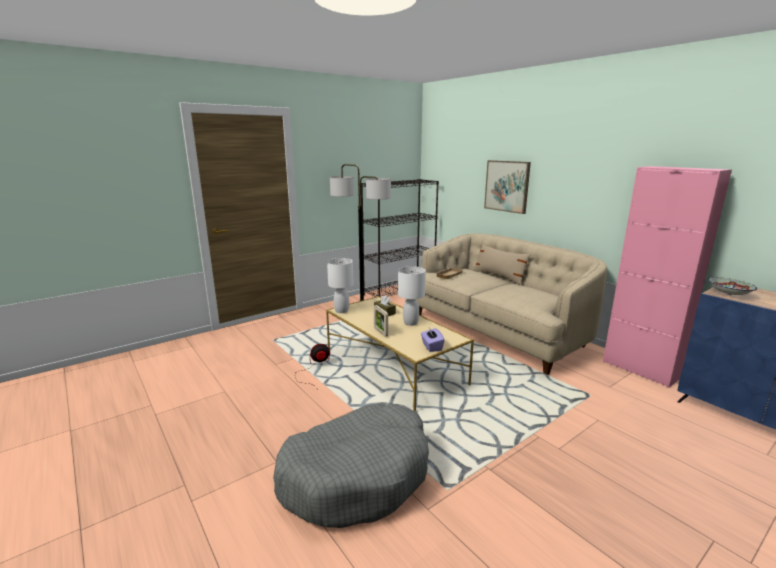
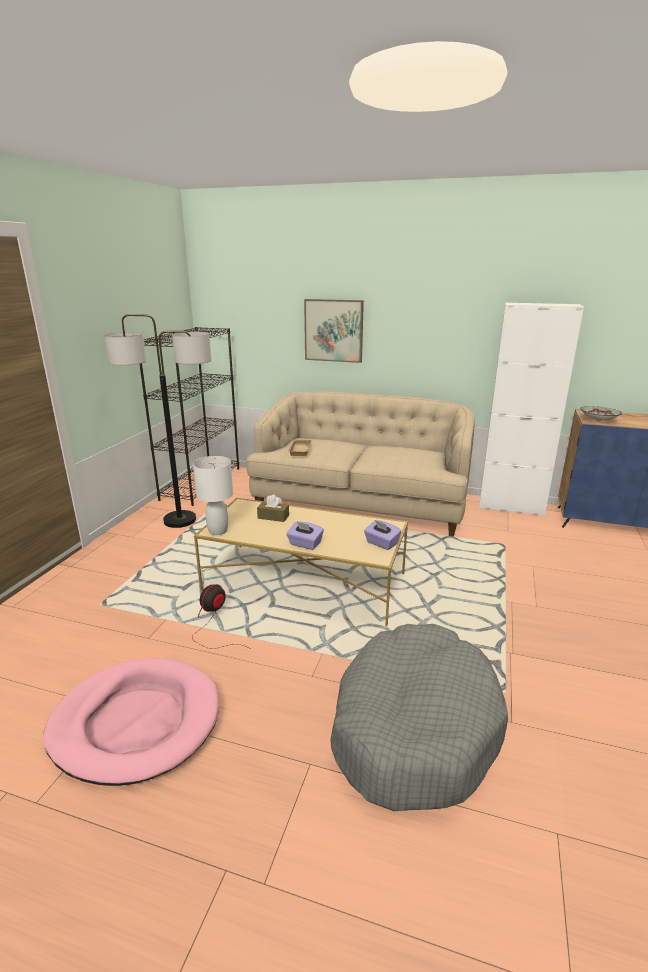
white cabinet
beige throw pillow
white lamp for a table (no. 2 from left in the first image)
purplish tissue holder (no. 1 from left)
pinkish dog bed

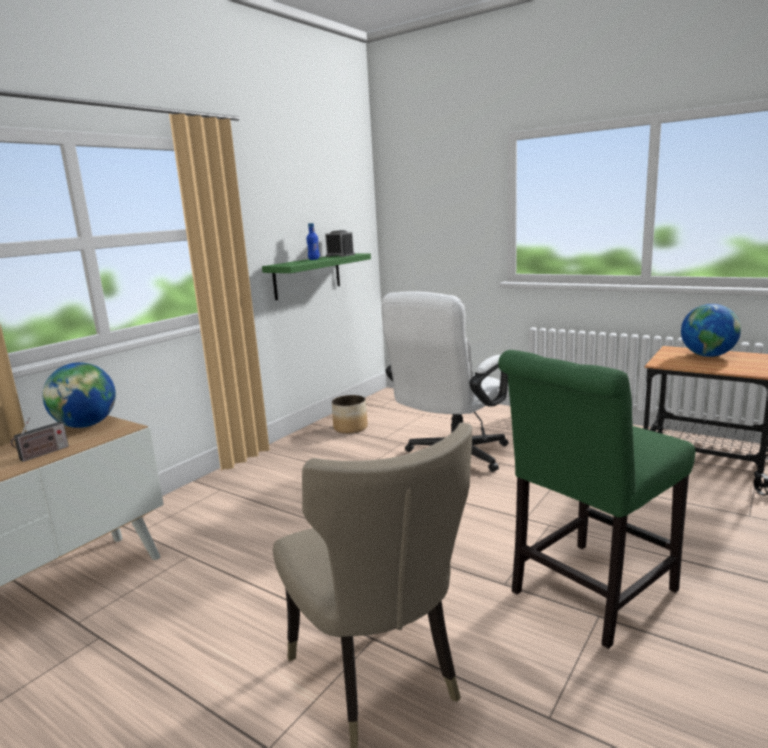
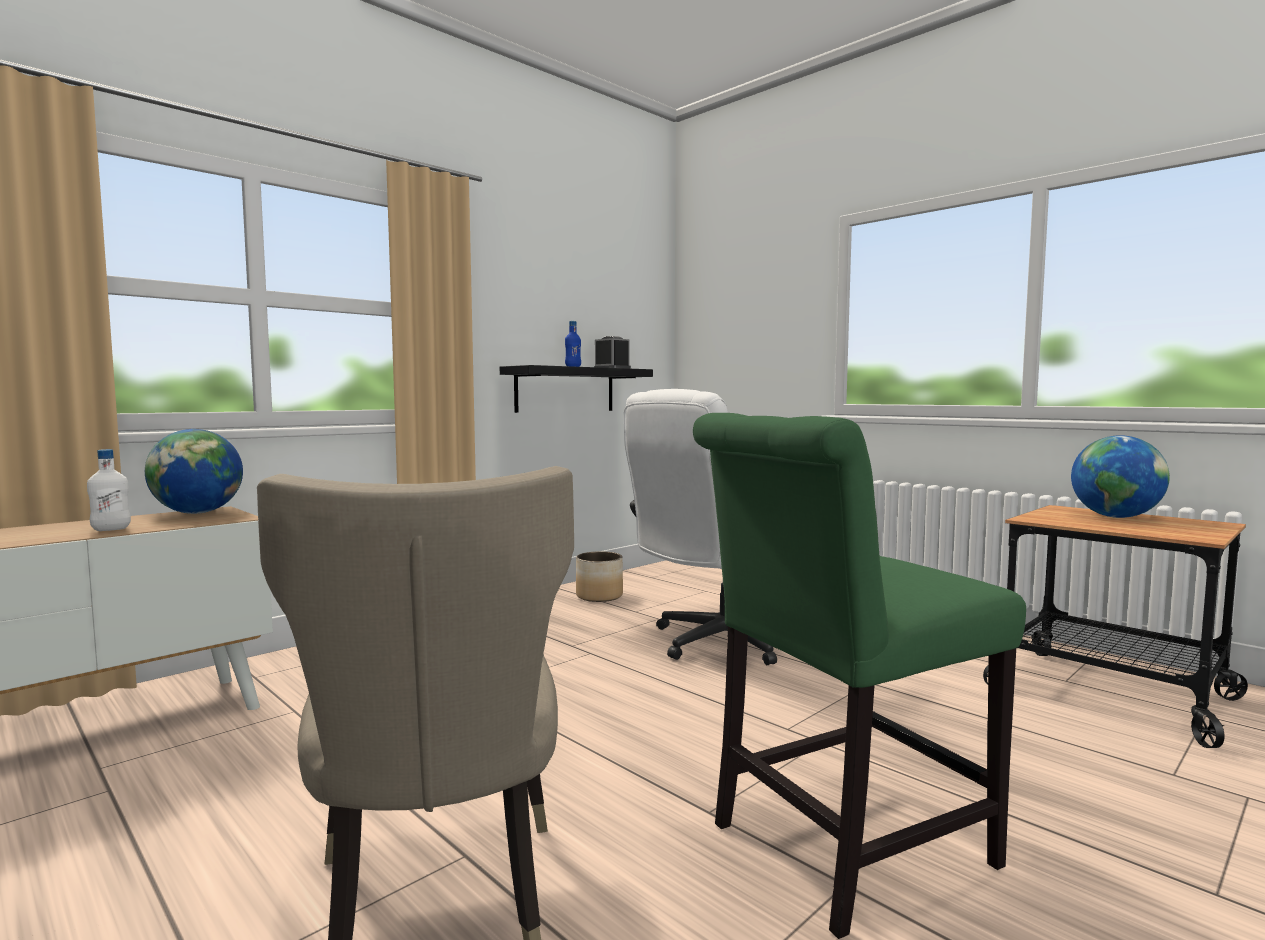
black shelf
white beverage bottle

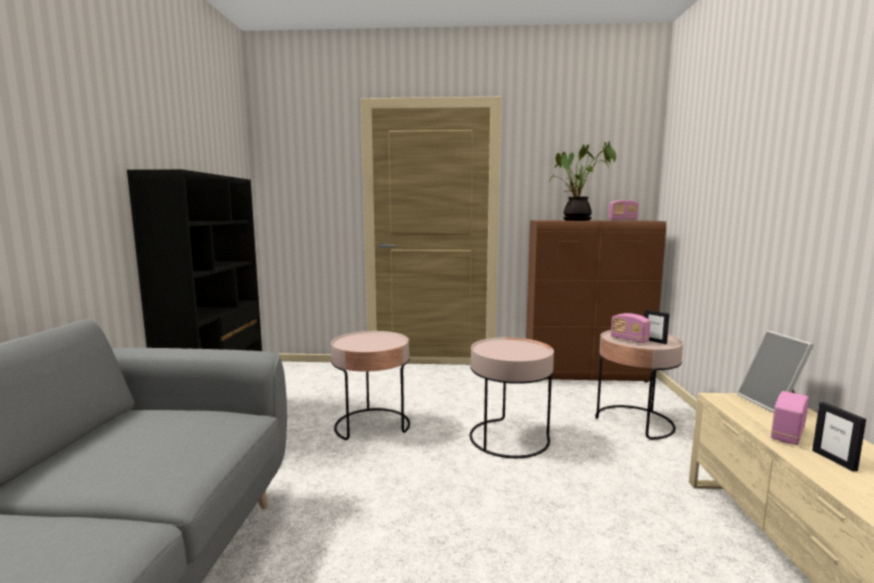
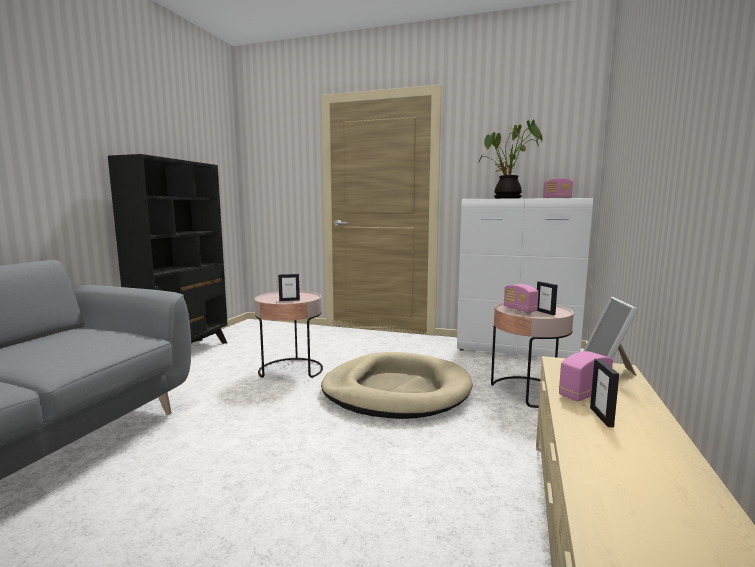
white cabinet
beige dog bed
picture frame (no. 1 from left)

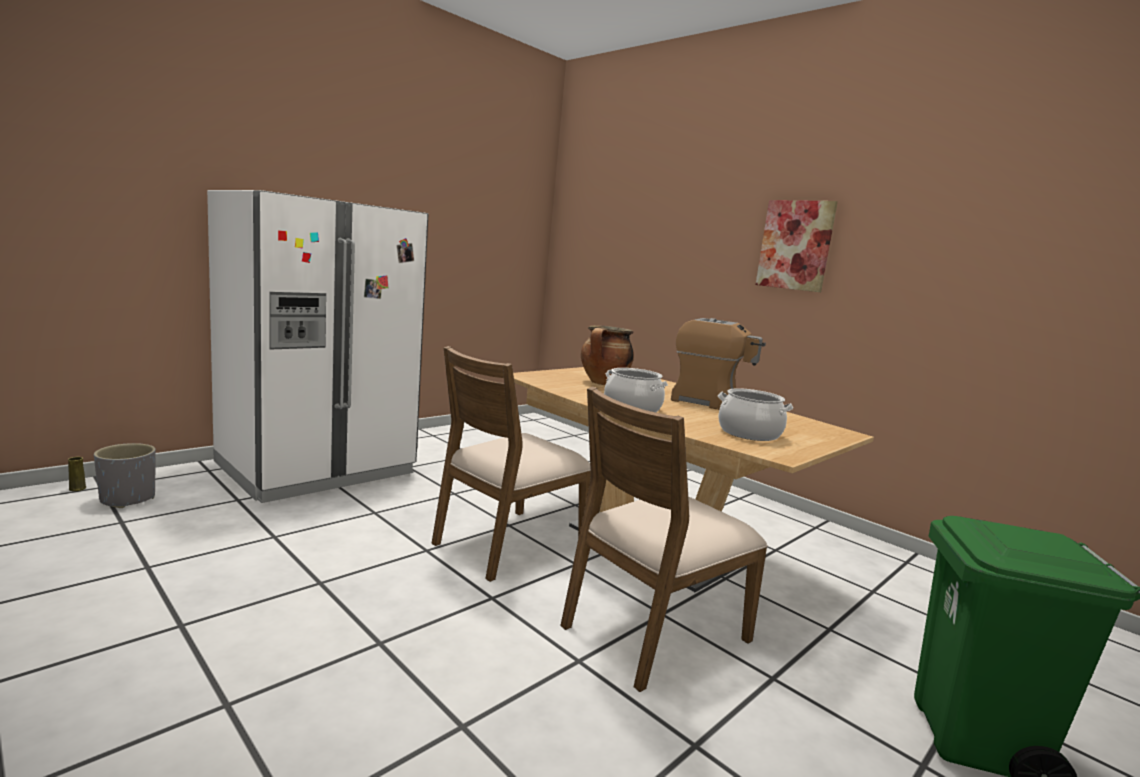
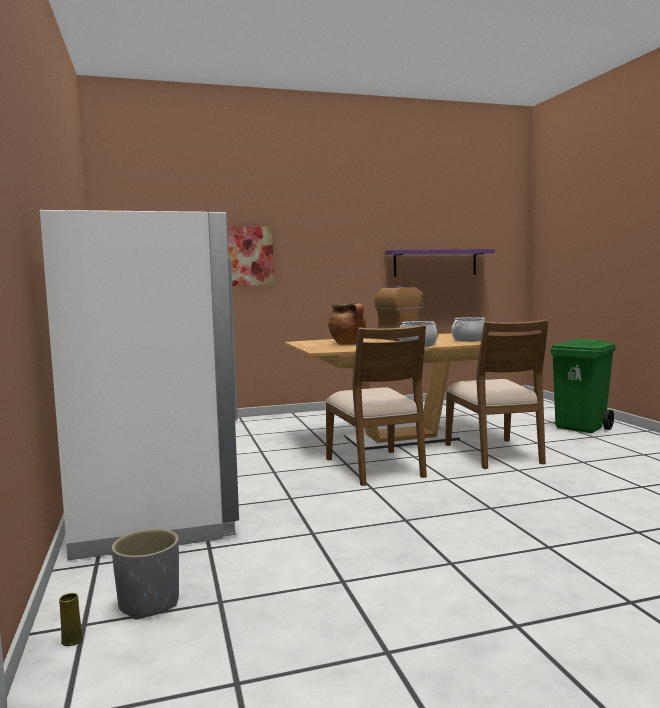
picture
purplish shelf

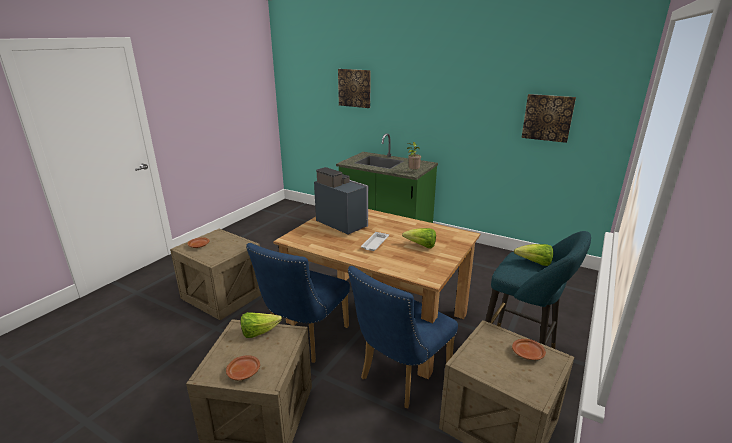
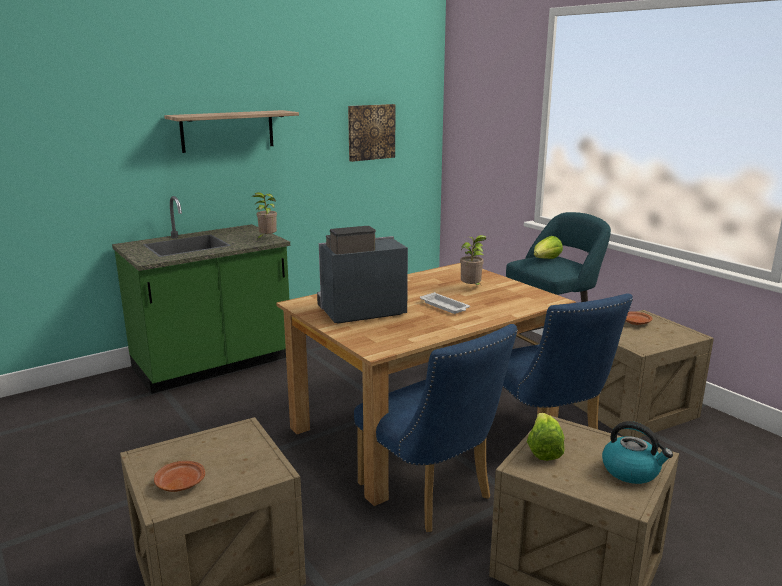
picture (no. 1 from left in the first image)
potted plant (no. 2 from left)
tea kettle
shelf

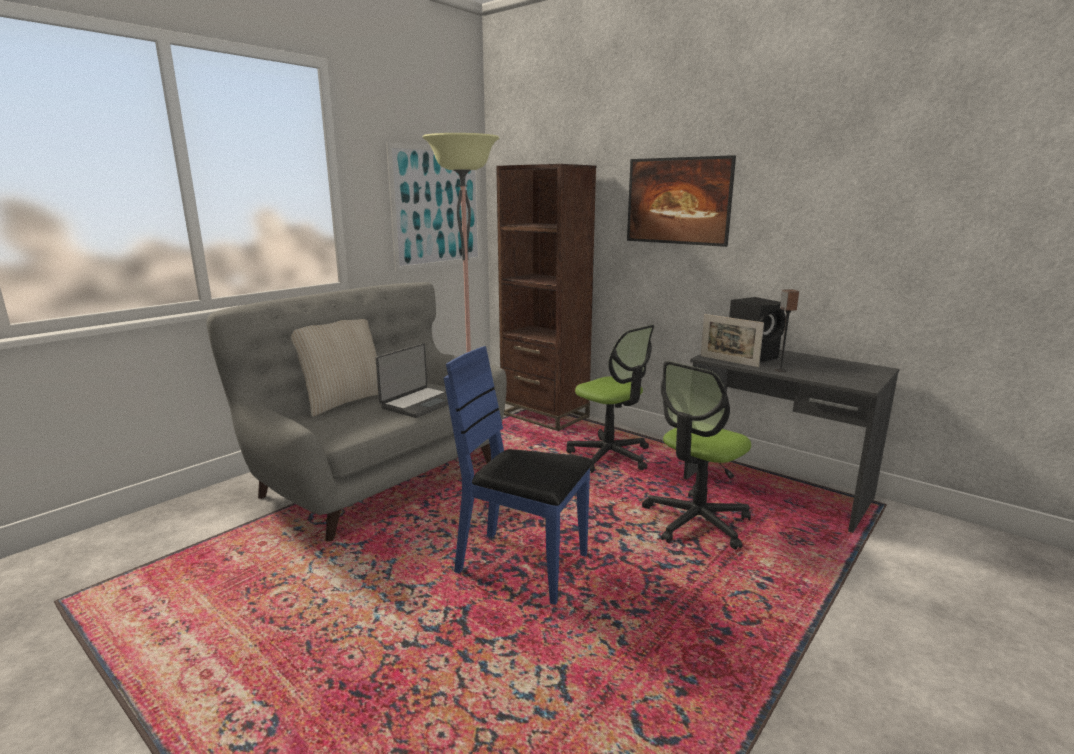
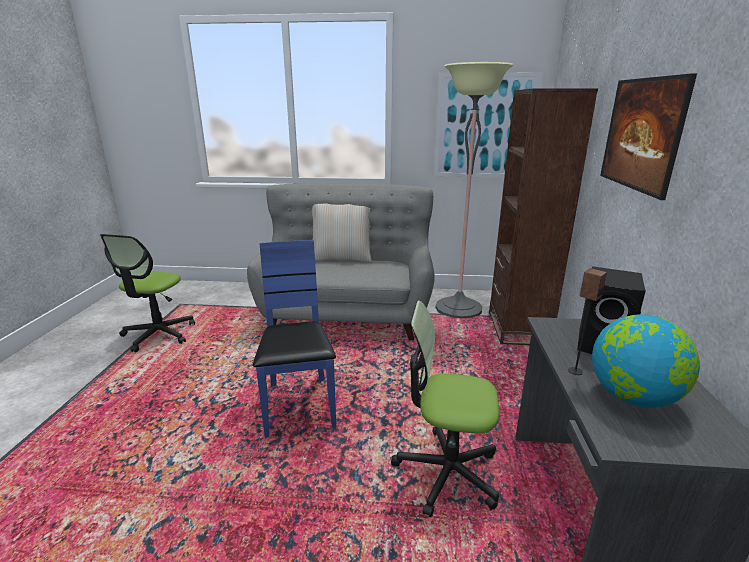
picture frame
desk chair (no. 1 from left)
portable computer
desk globe

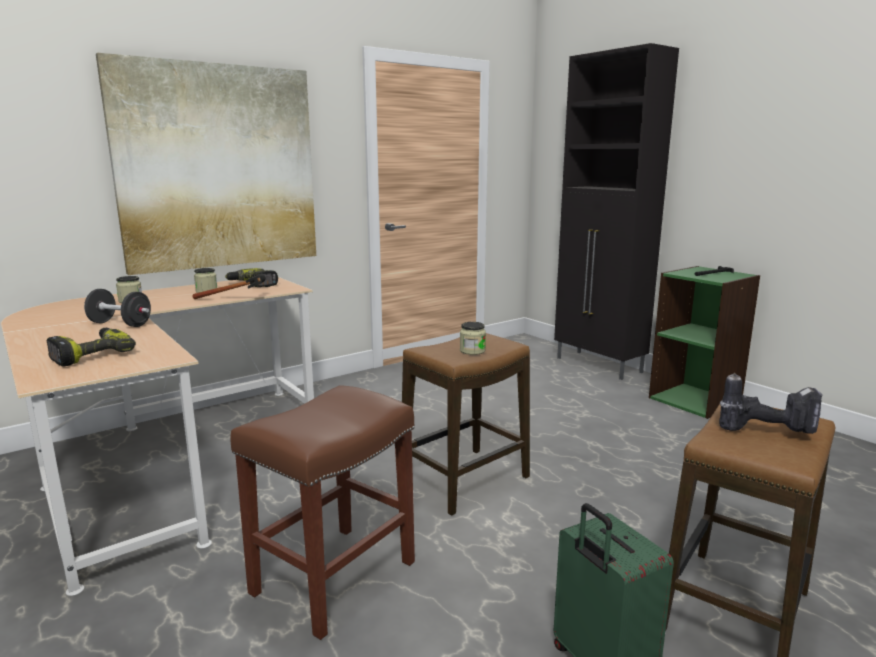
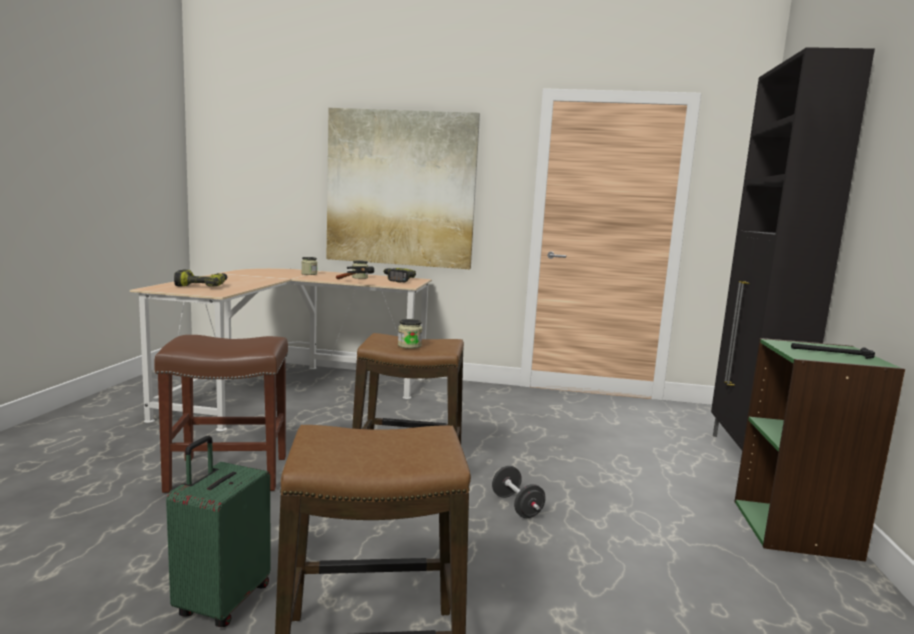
black dumbbell
drill (no. 3 from left in the first image)

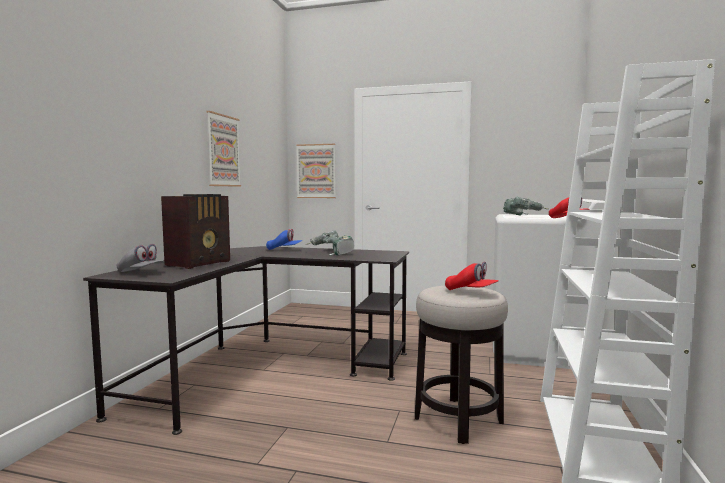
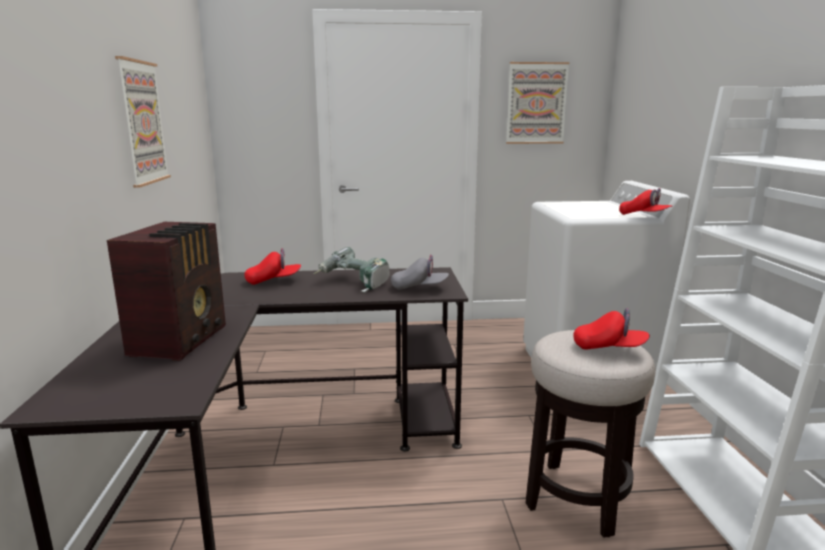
picture (no. 2 from left)
drill (no. 2 from left in the first image)
red cap (no. 1 from left)
gray cap

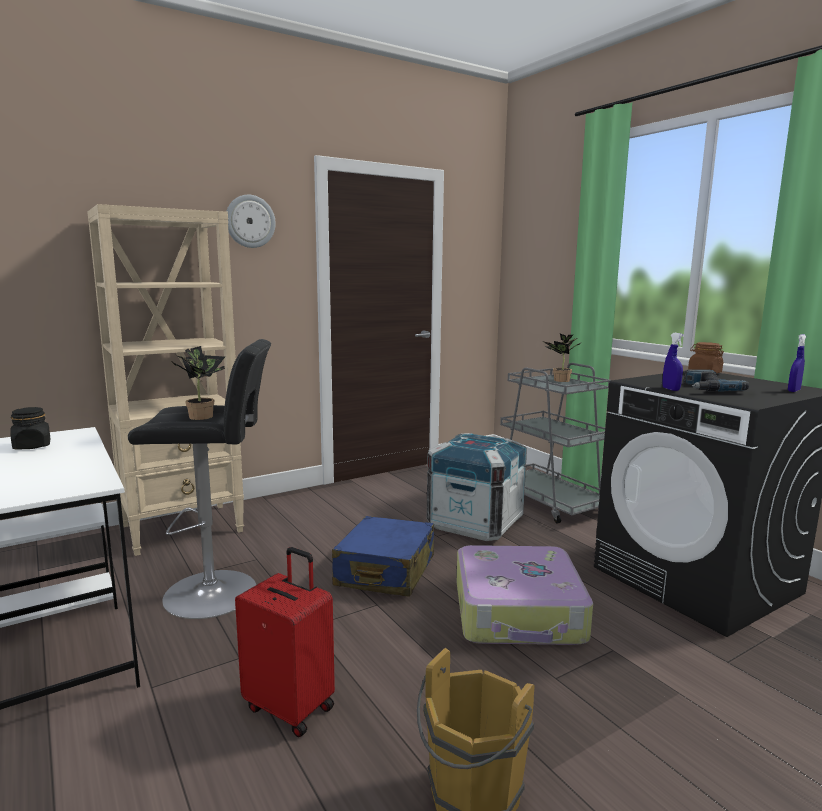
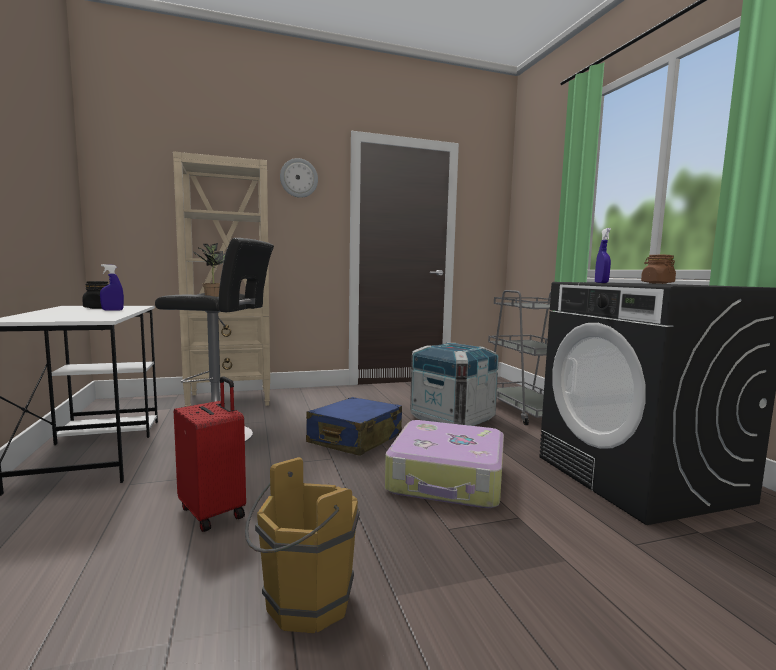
potted plant (no. 2 from left in the first image)
blue-coloured spray bottle (no. 1 from left)
drill

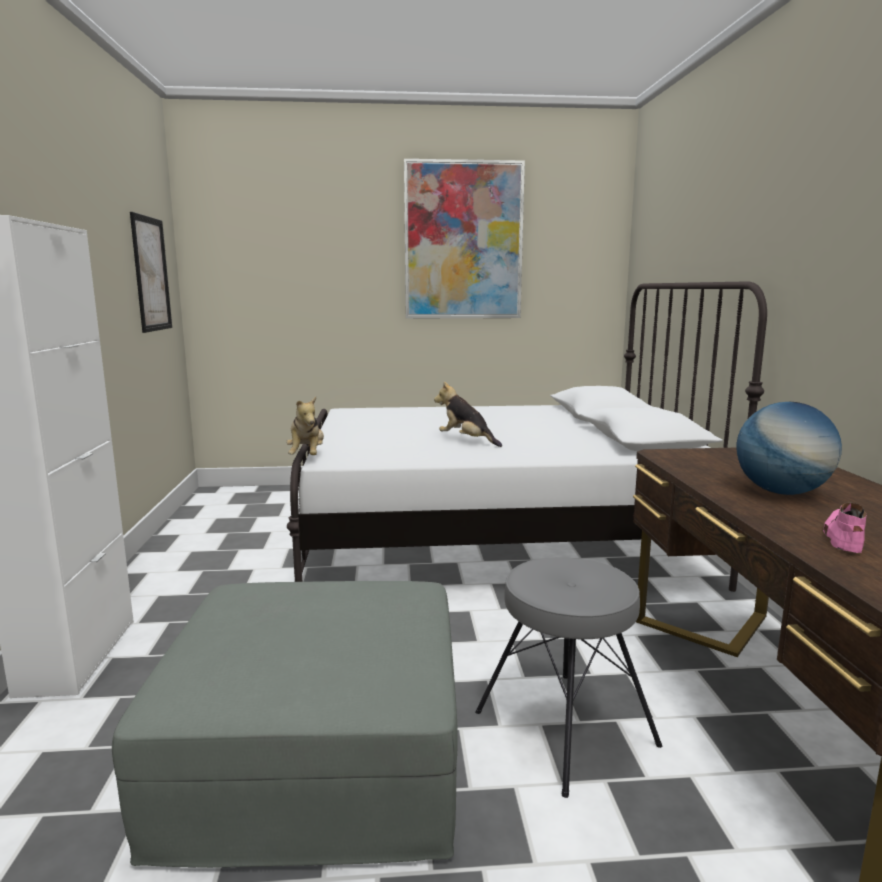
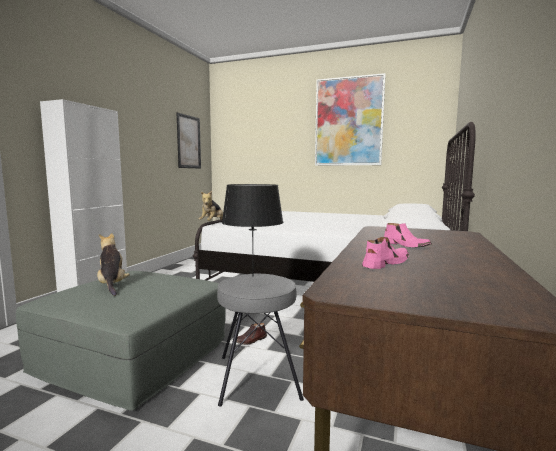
soft toy (no. 1 from left)
pinkish shoe (no. 2 from left)
black lamp for a table
brown-coloured shoe

